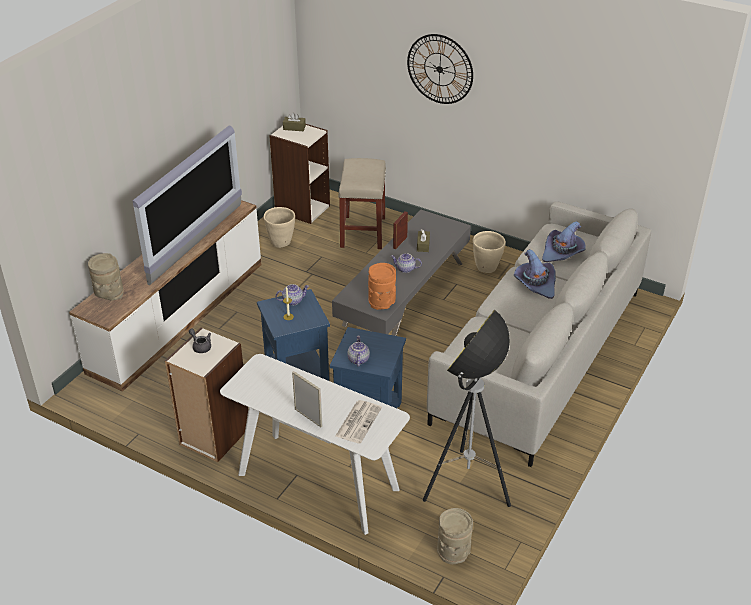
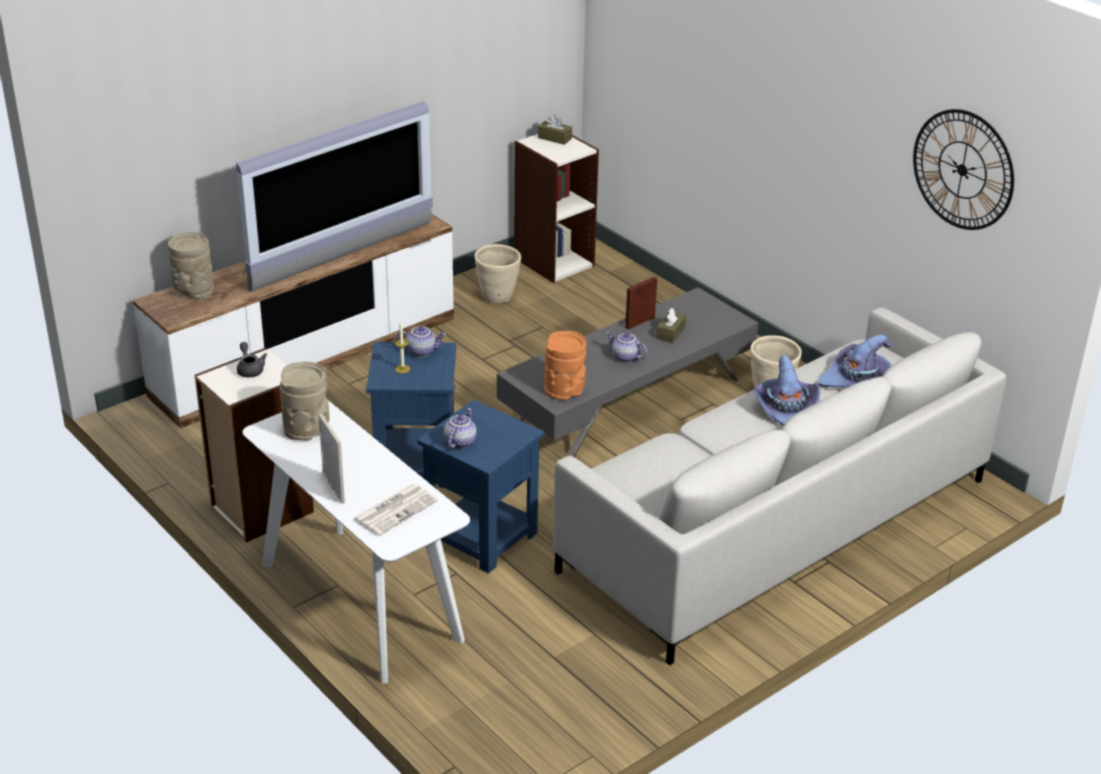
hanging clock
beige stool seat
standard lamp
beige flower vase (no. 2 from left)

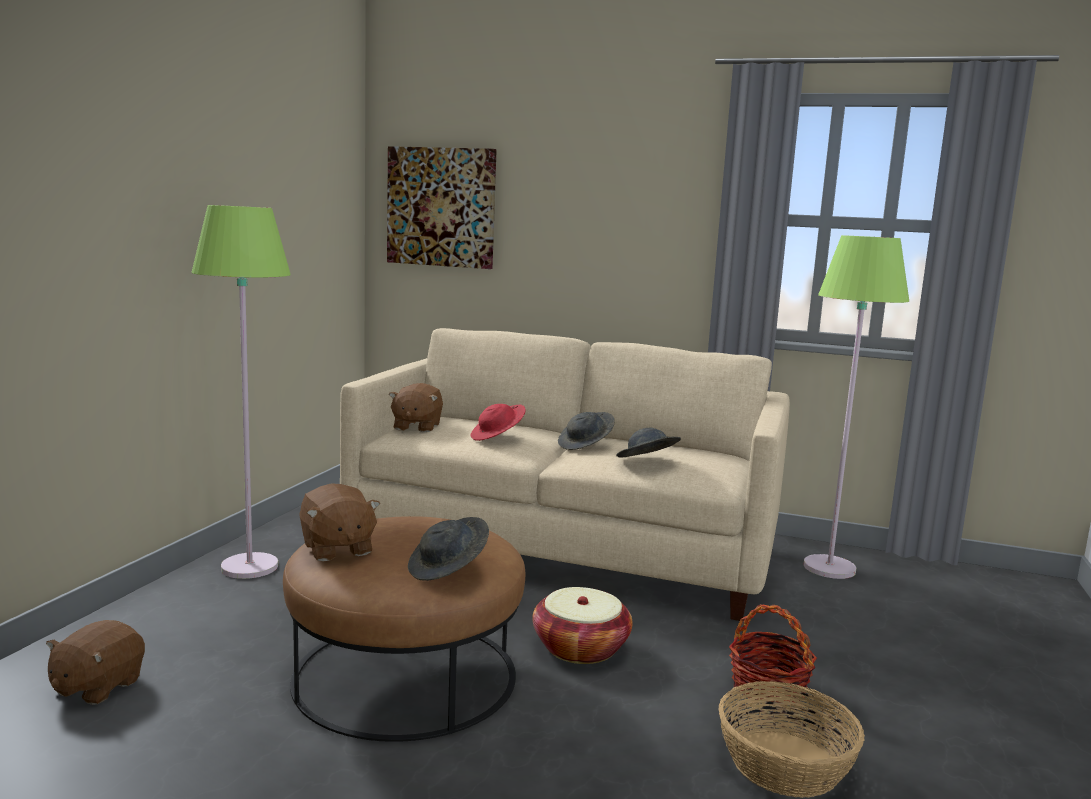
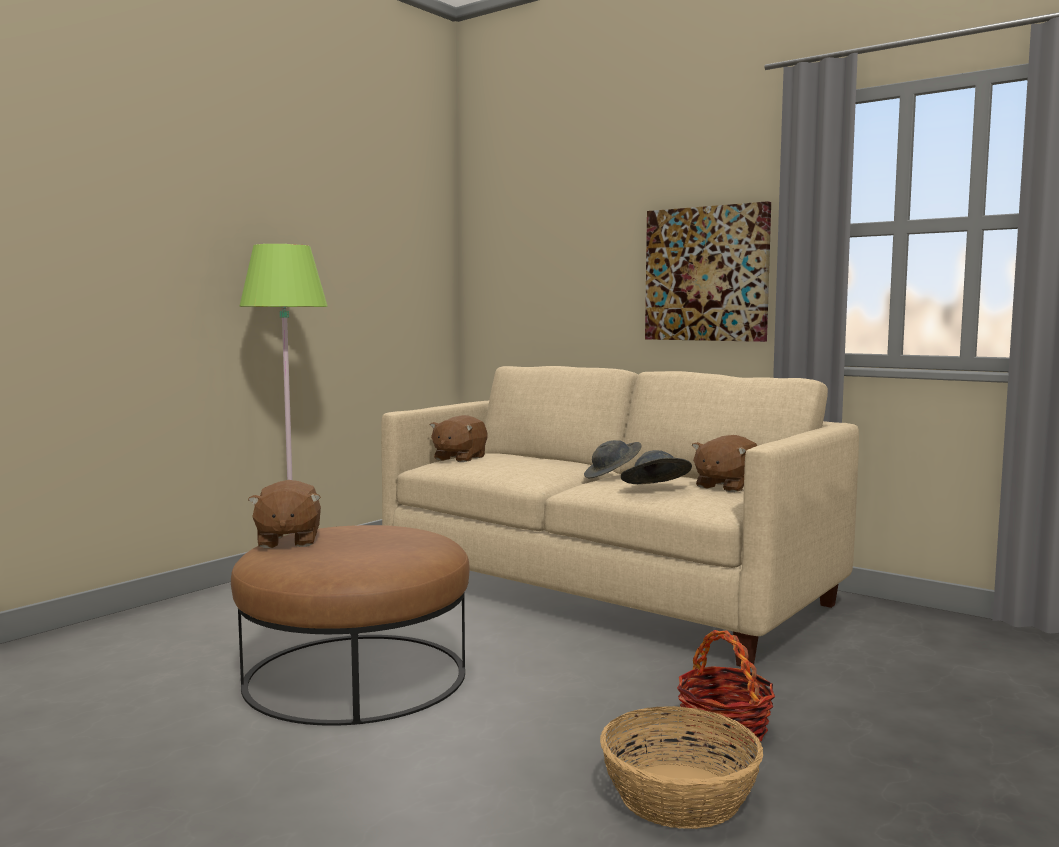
picture
green standard lamp (no. 2 from left in the first image)
red hat
gray hat (no. 1 from left in the first image)
storage basket (no. 1 from left in the first image)
brown-coloured soft toy (no. 3 from left)

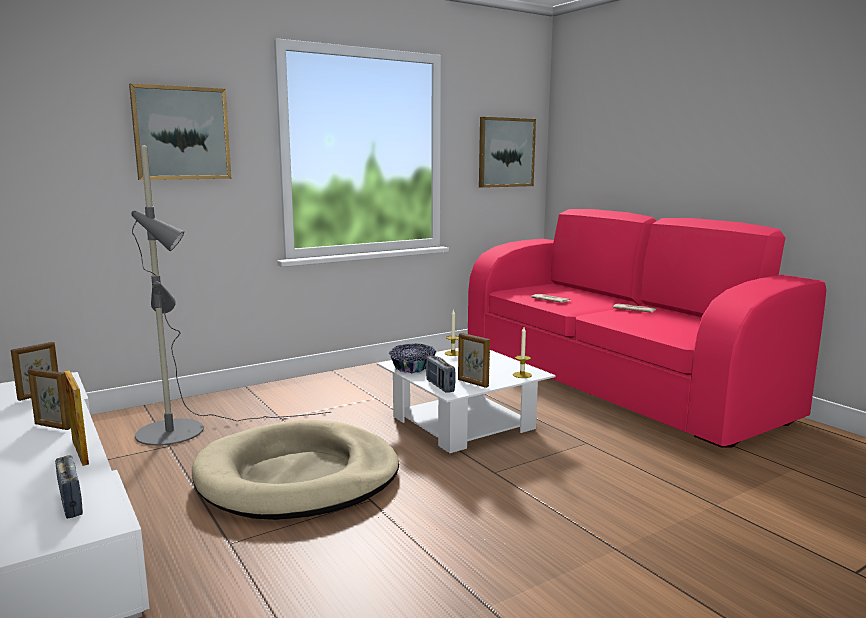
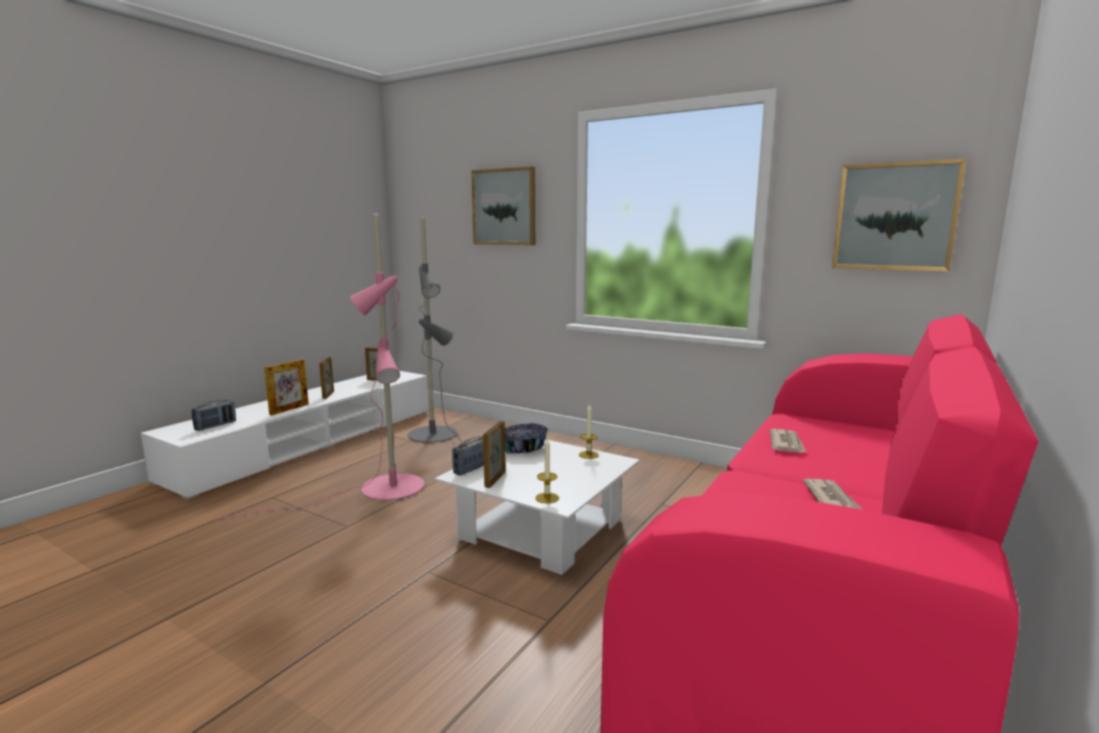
pinkish standard lamp

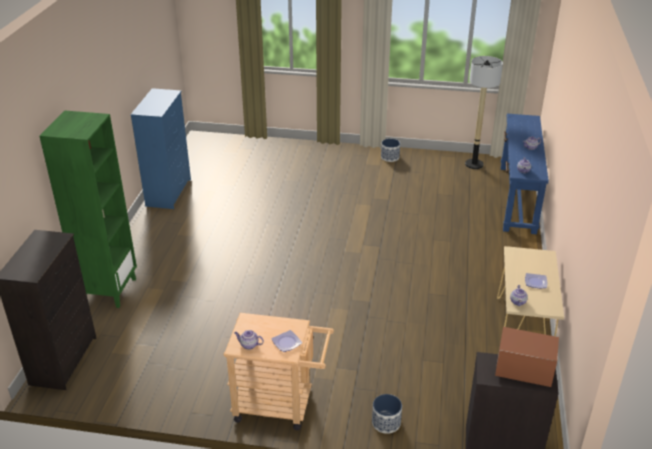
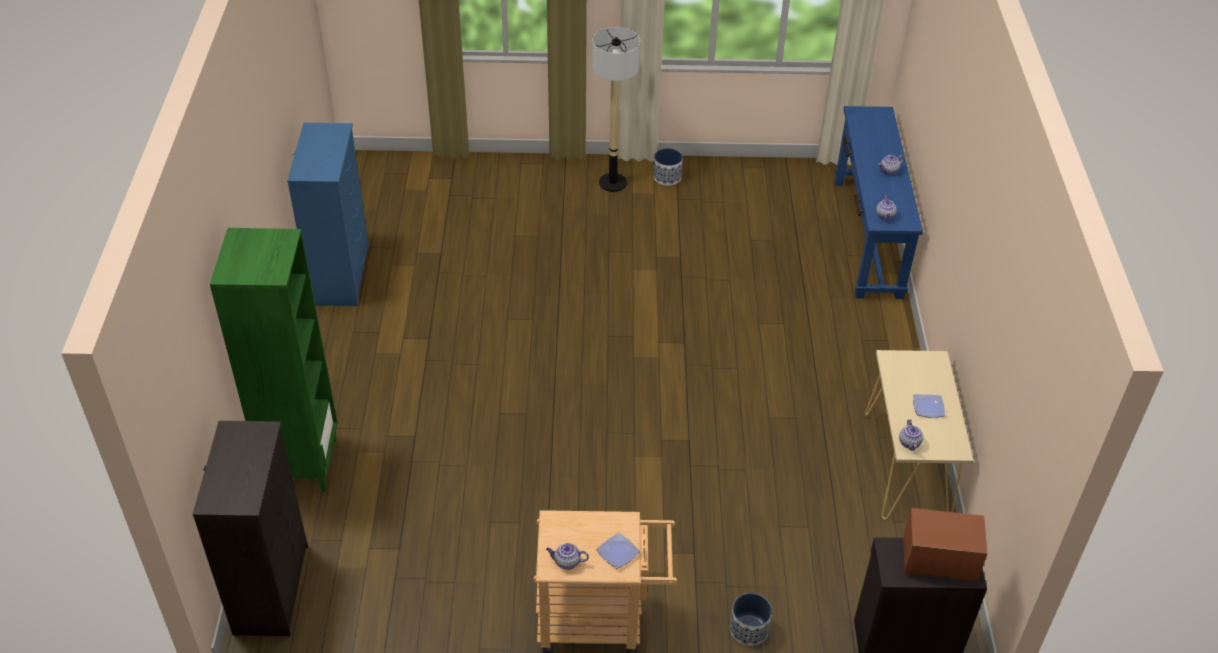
standard lamp

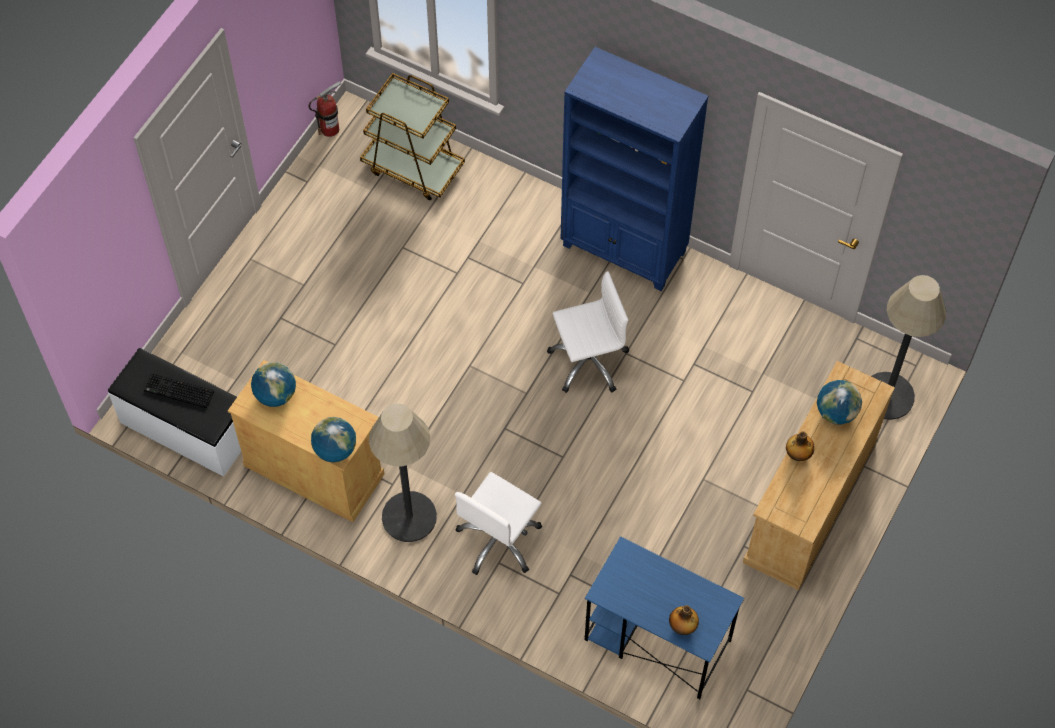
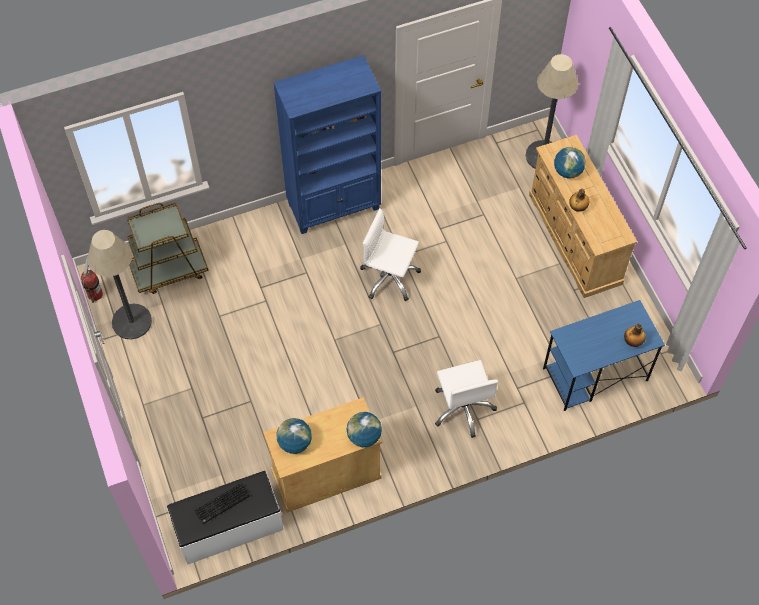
white desk chair (no. 1 from left)
standard lamp (no. 1 from left)

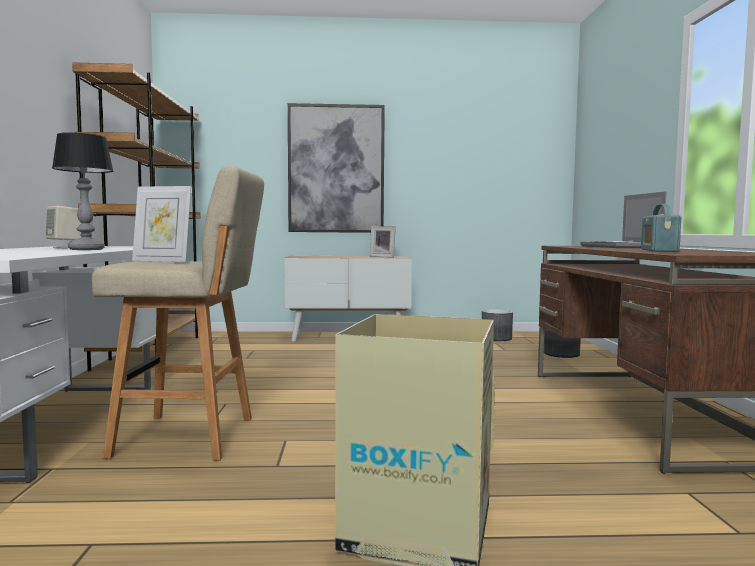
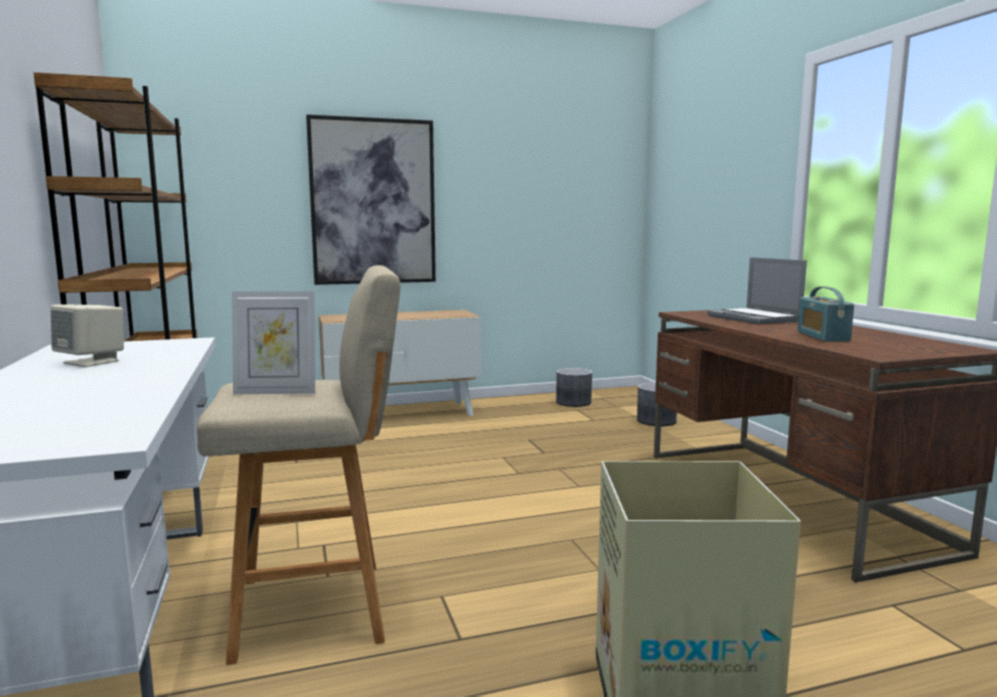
lamp for a table
picture frame (no. 2 from left in the first image)

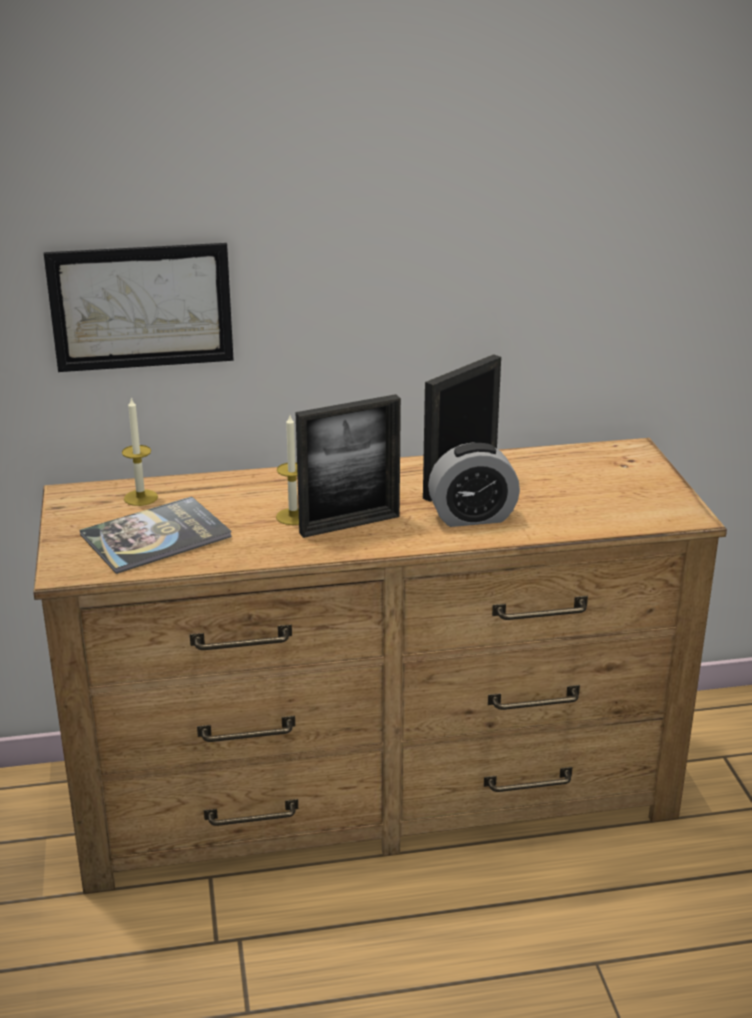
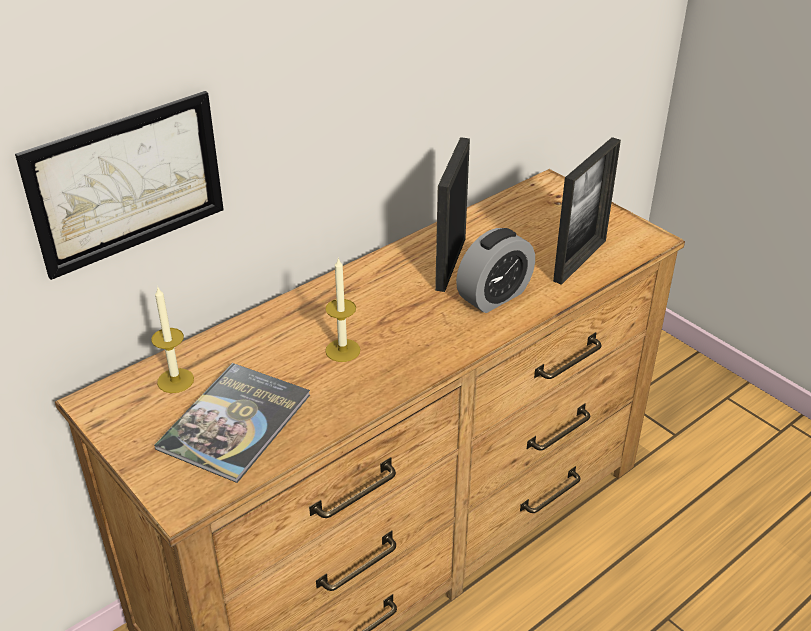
picture frame (no. 2 from left)

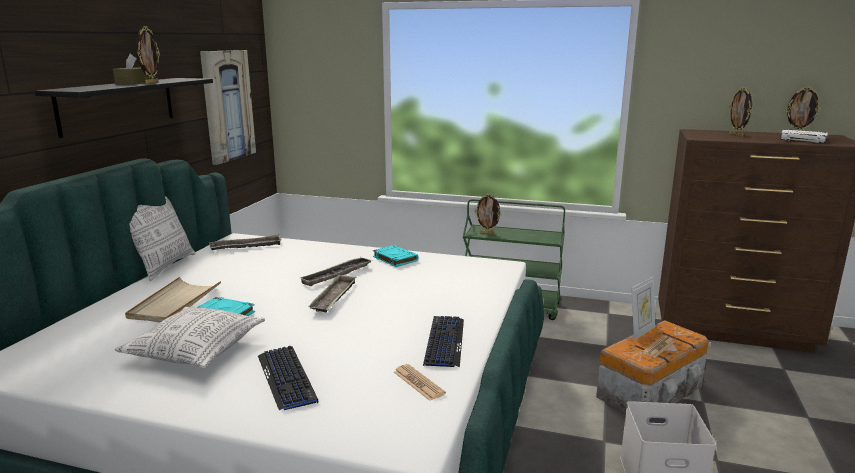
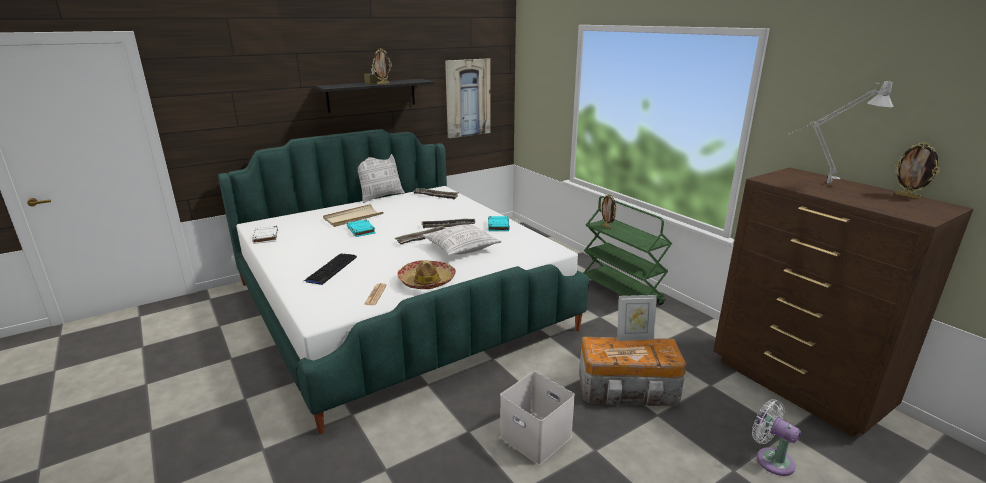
gray lamp for a table
white bound book
throw pillow (no. 2 from left)
hat
white fan

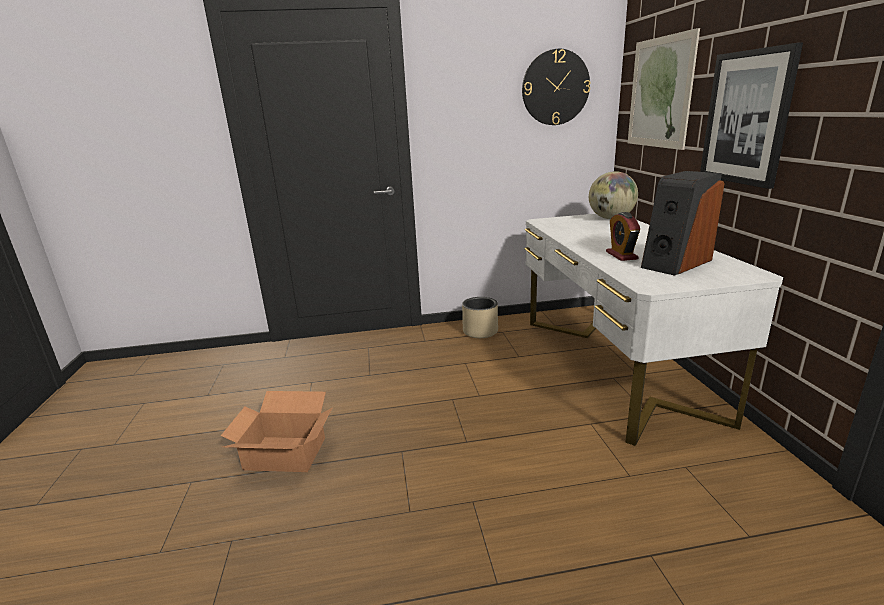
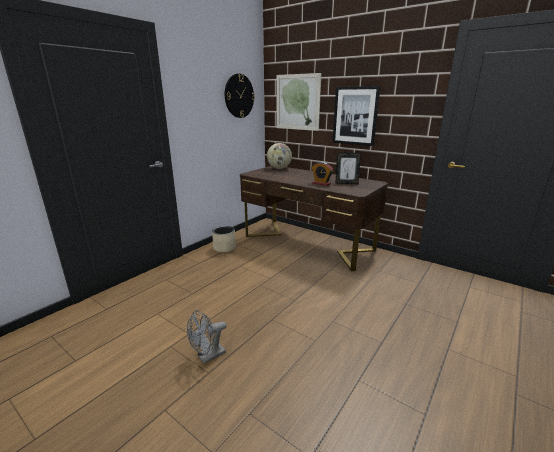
picture frame
brown-coloured desk
gray fan

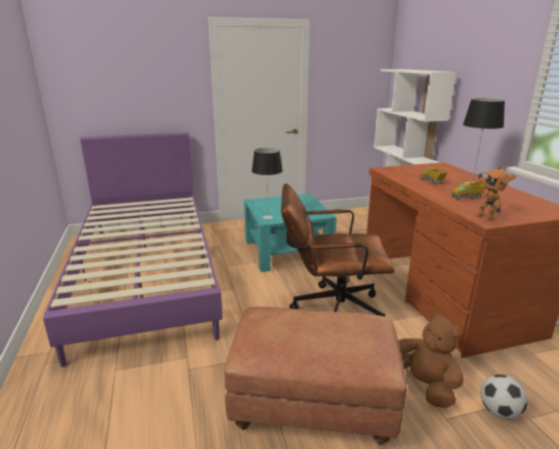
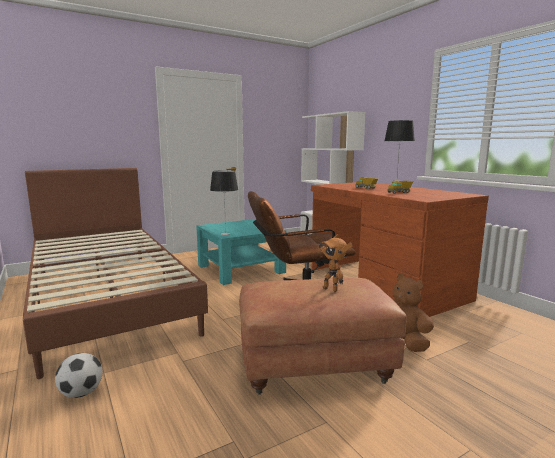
brown-coloured bedroom bed
robot figure
ball for football

